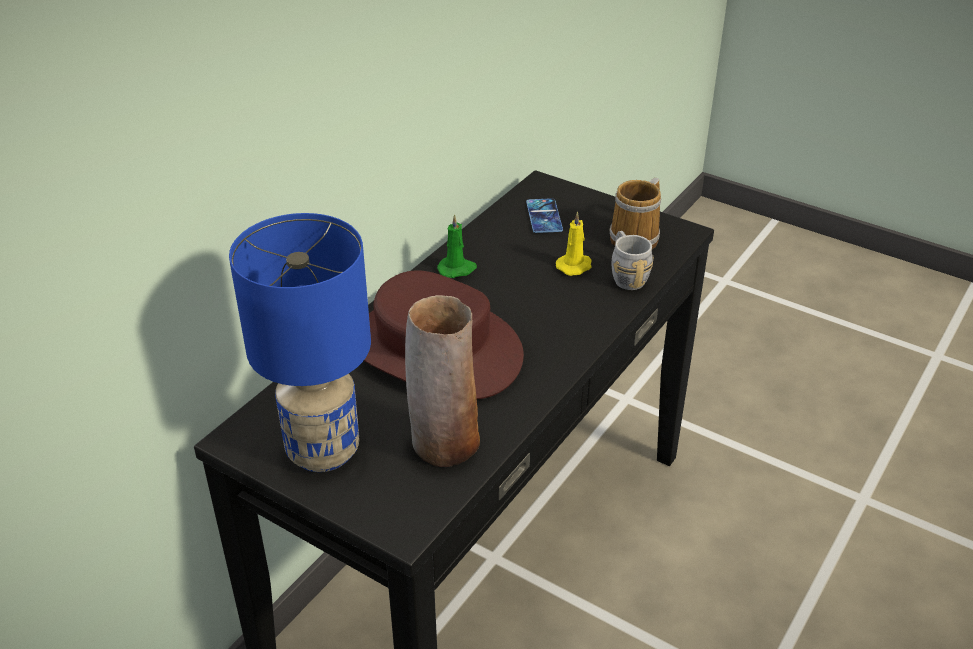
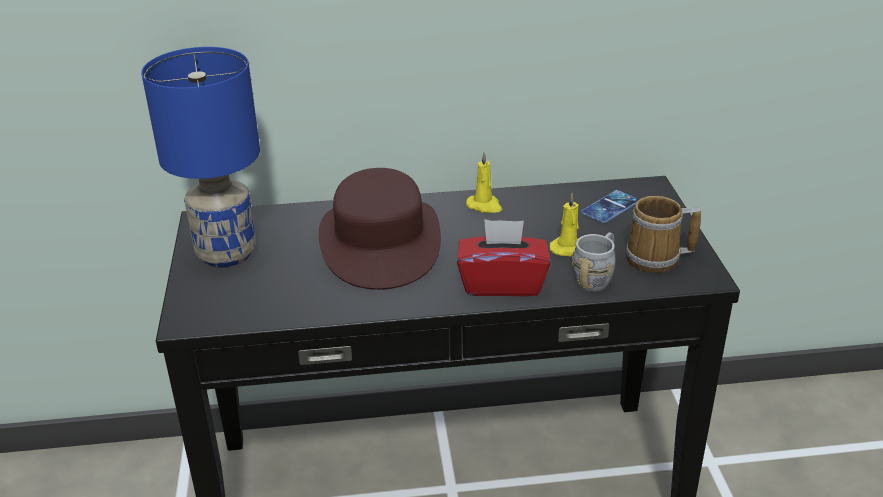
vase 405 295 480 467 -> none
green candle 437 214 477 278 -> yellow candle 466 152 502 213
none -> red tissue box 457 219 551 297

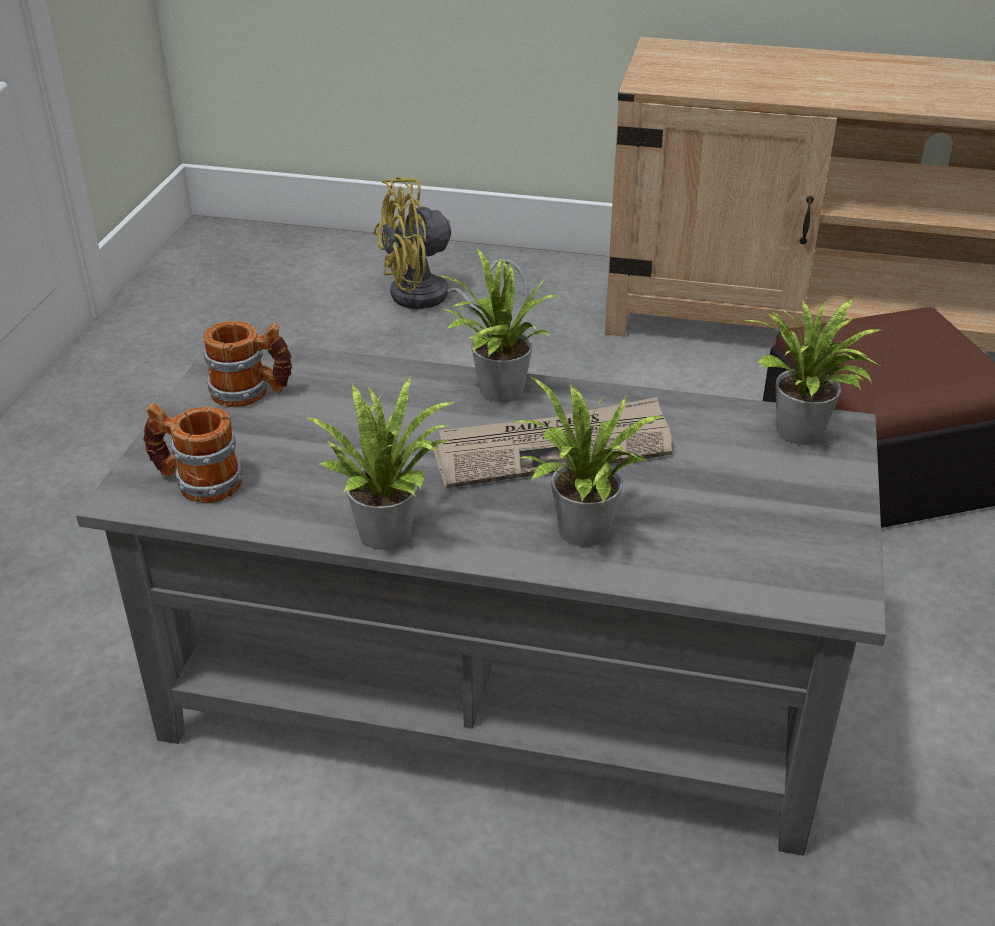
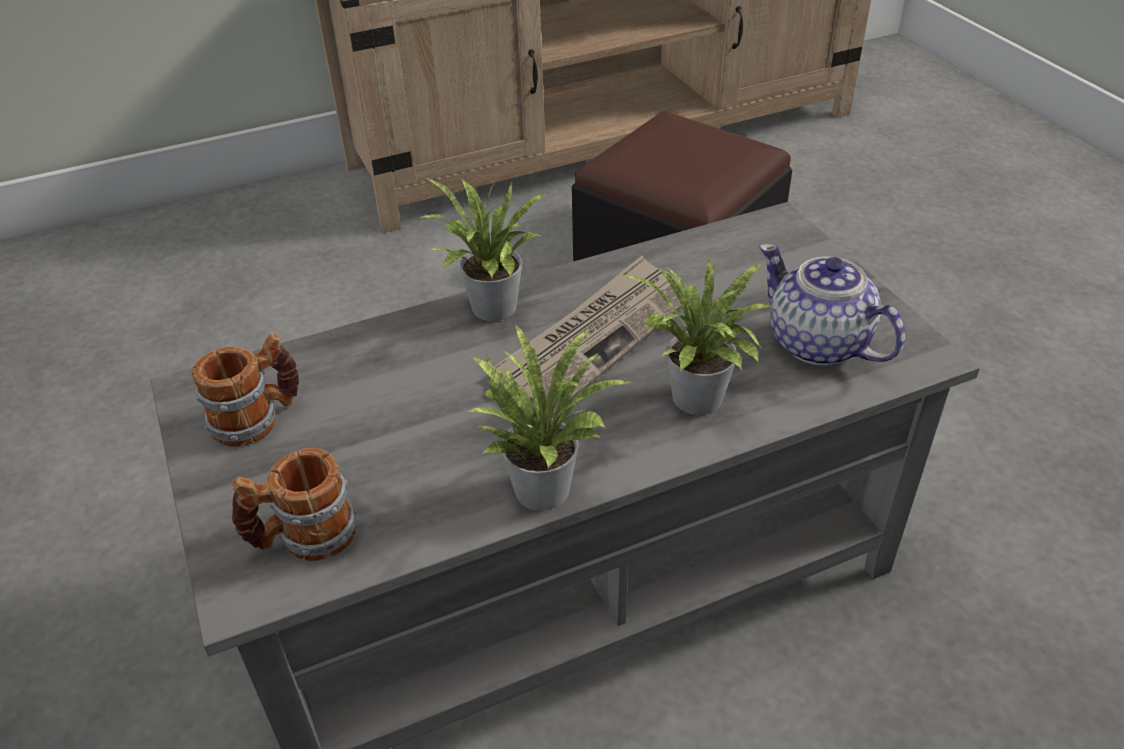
yellow fan 373 177 528 316 -> none
potted plant 743 298 884 445 -> none
none -> teapot 759 244 905 365

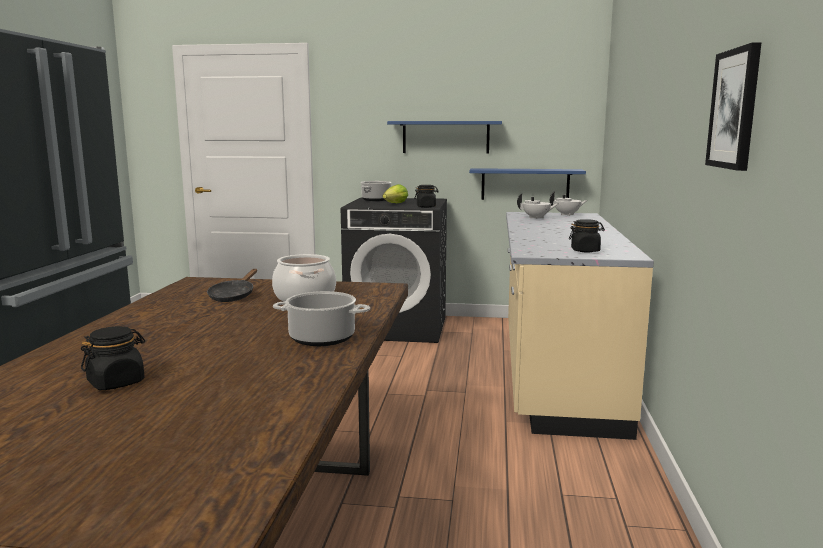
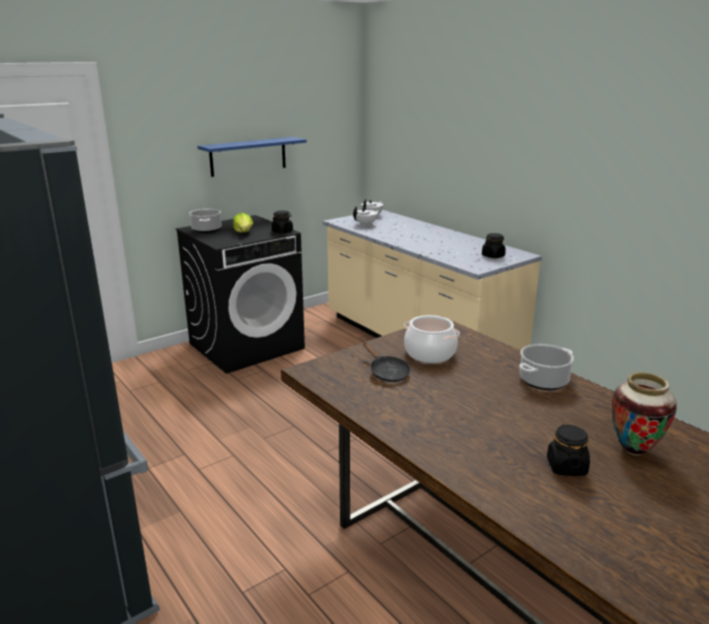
blue shelf 469 168 586 200 -> none
picture 705 42 762 171 -> none
none -> vase 612 372 677 456

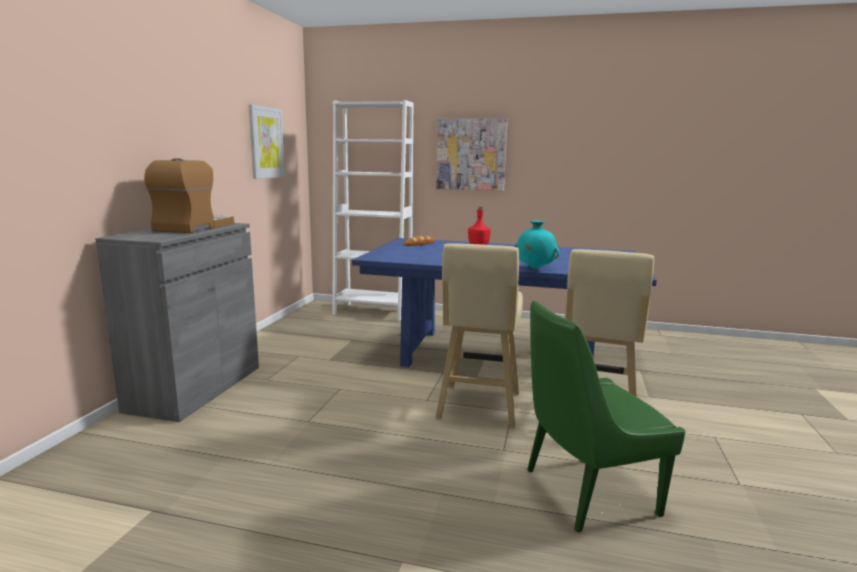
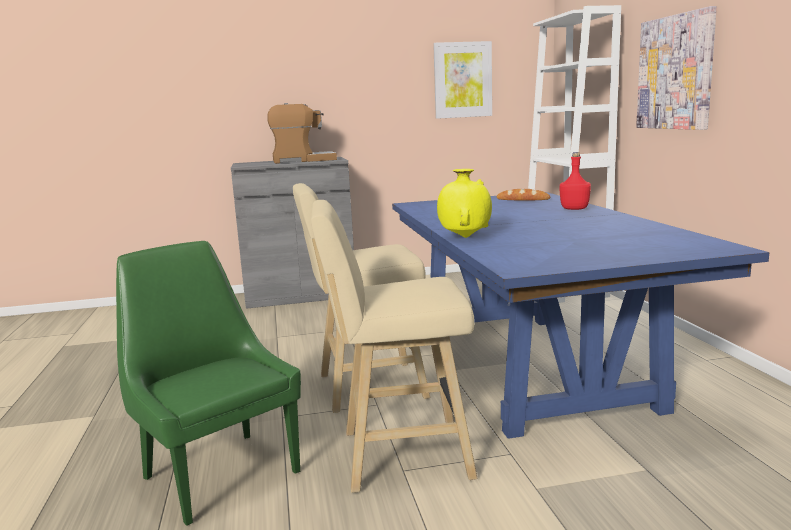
turquoise vase 514 221 560 269 -> yellow vase 437 169 492 238

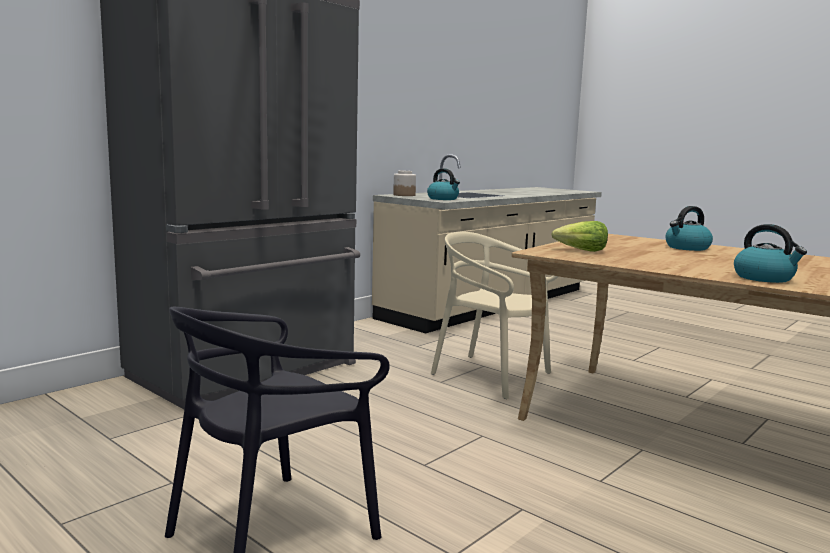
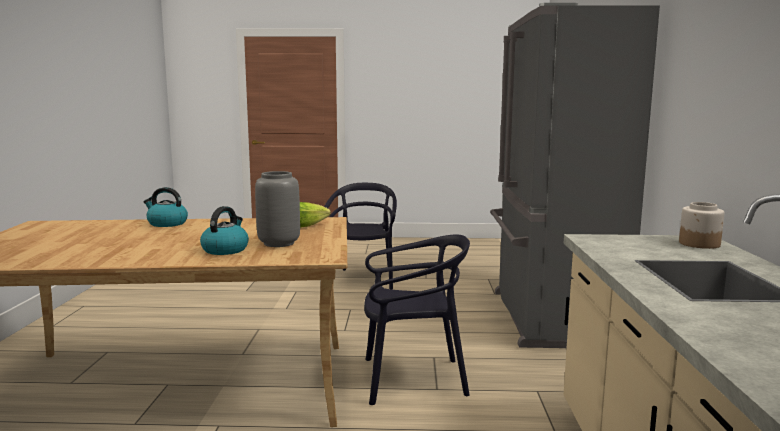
kettle 427 168 460 200 -> none
beige chair 431 232 558 399 -> black chair 364 234 470 405
none -> grey vase 255 171 300 247

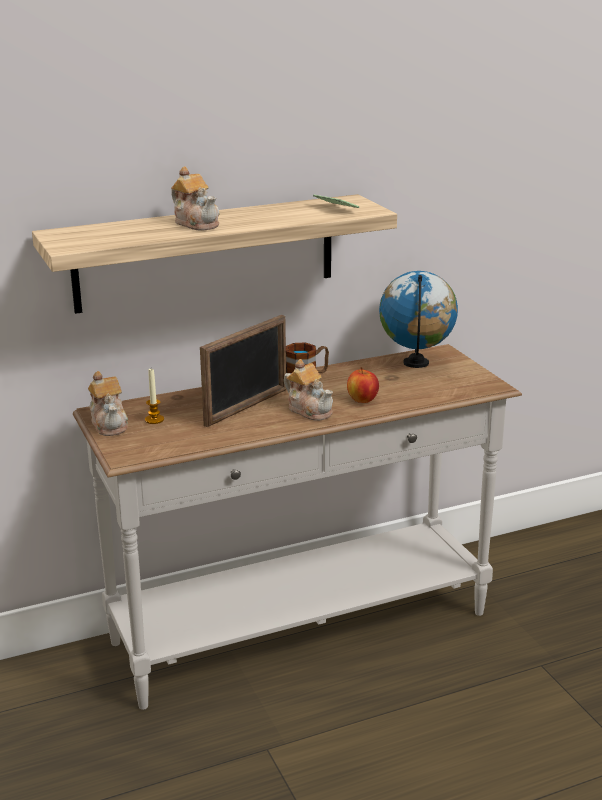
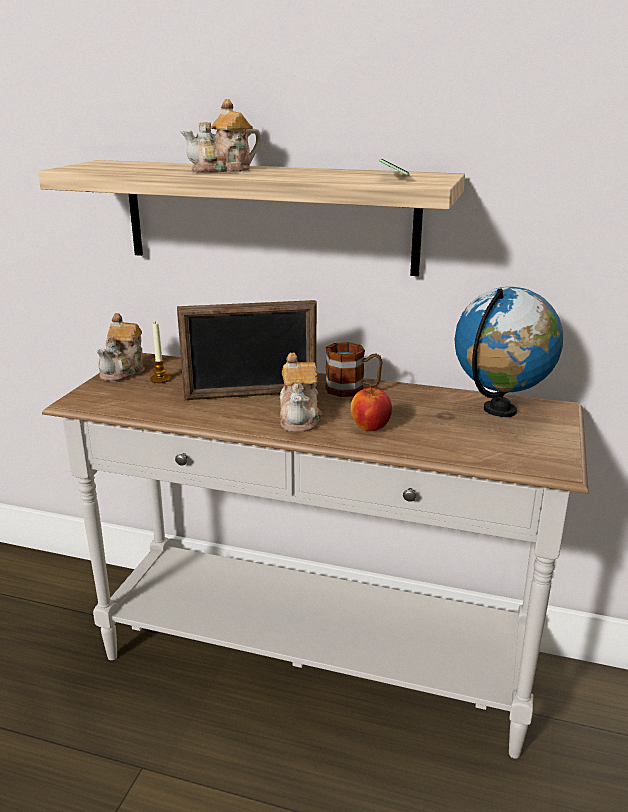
teapot 171 166 219 231 -> teapot 180 99 262 173, 60 degrees clockwise

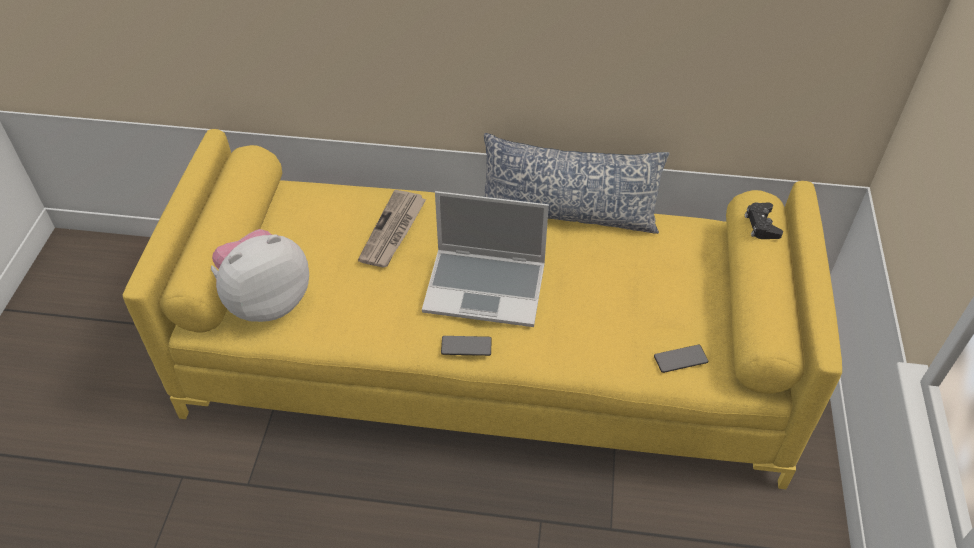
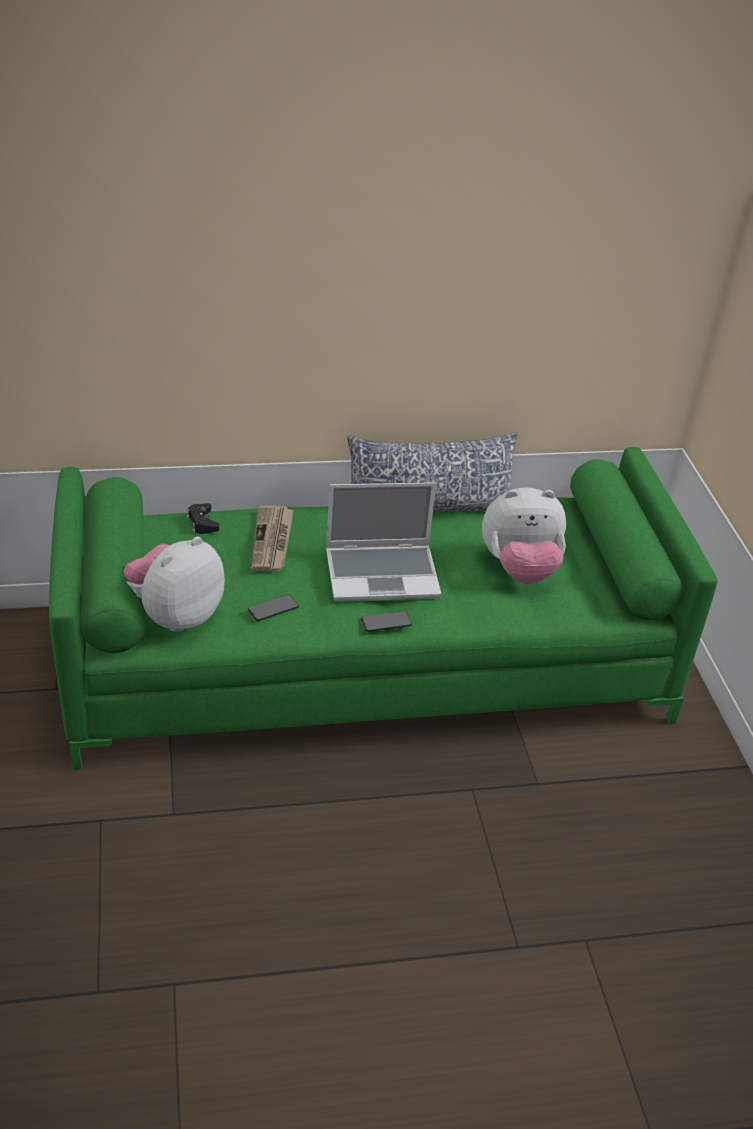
yellow sofa 123 129 842 489 -> green sofa 49 447 718 770
phone 654 345 708 373 -> phone 248 594 299 621, relocated
black game controller 745 202 783 239 -> black game controller 187 503 220 534, relocated
none -> plush toy 482 488 566 584

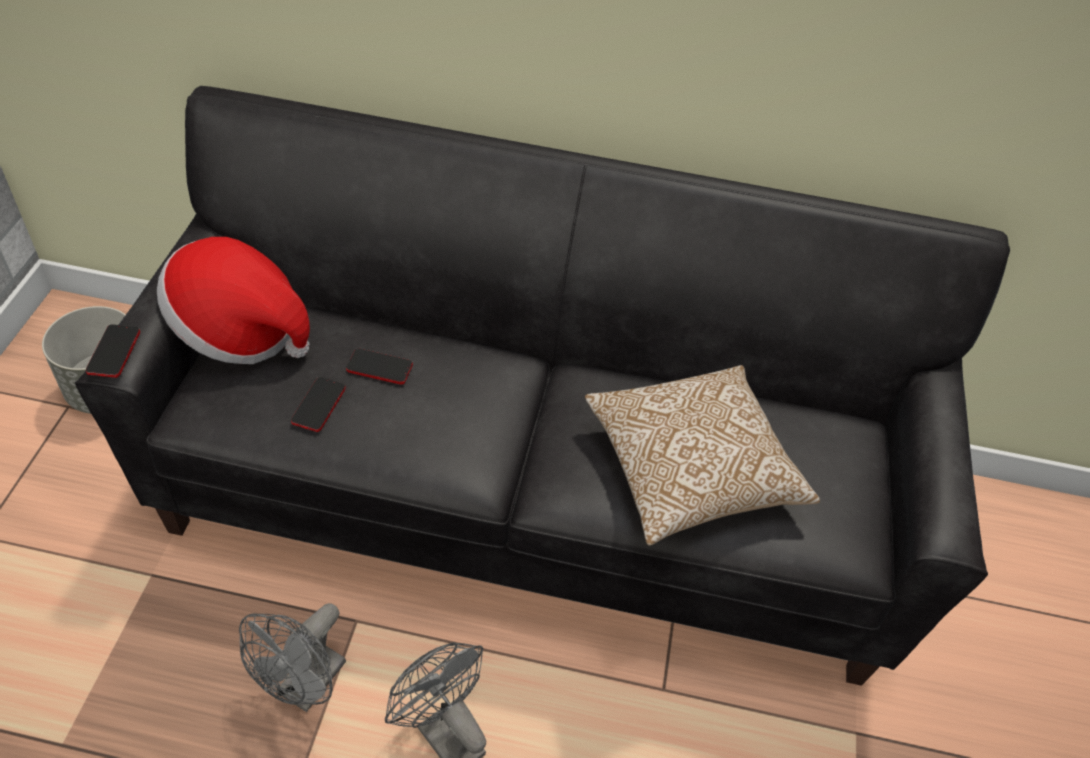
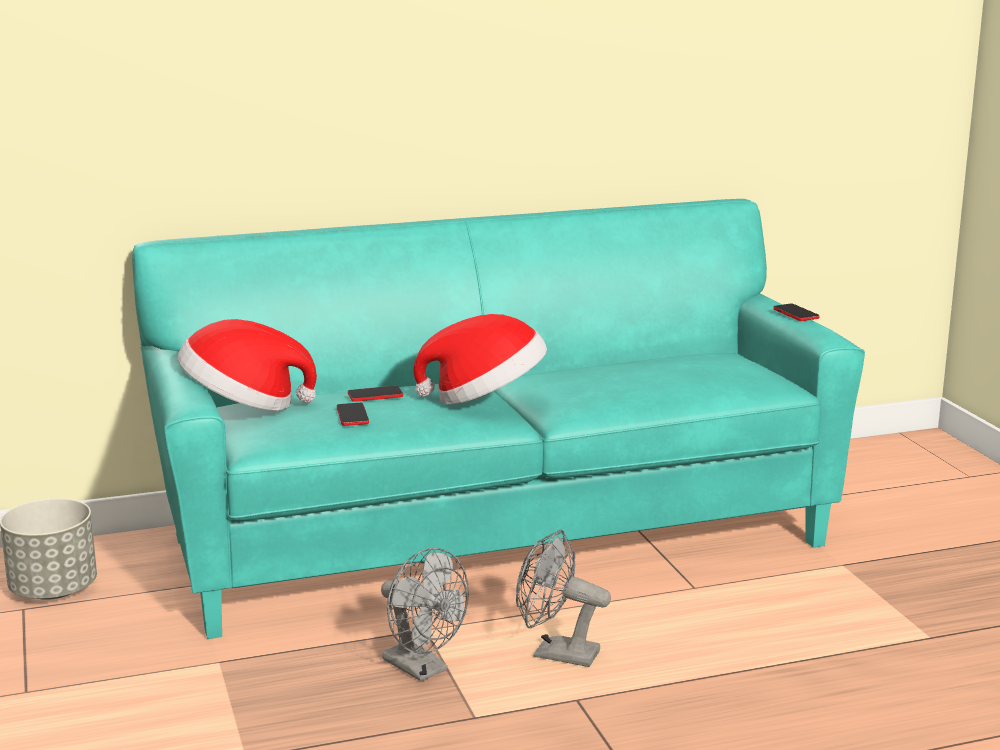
black sofa 75 86 1010 686 -> turquoise sofa 132 199 865 639
phone 86 324 140 378 -> phone 773 304 819 321, relocated
grey fan 239 603 346 712 -> grey fan 381 548 469 682, 45 degrees counterclockwise
pillow 585 365 820 546 -> none
none -> hat 413 314 547 405

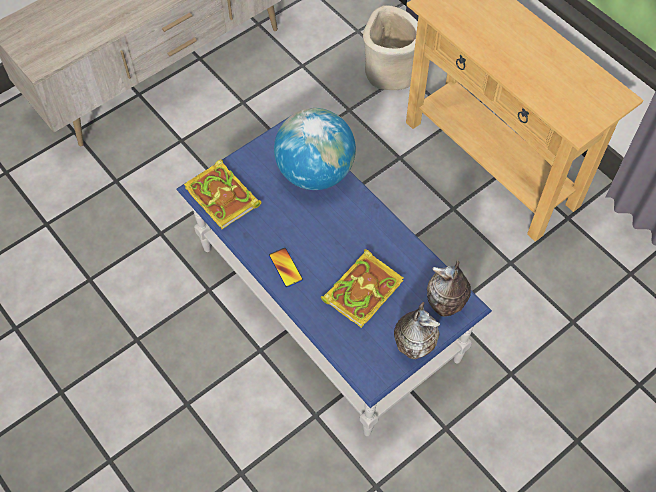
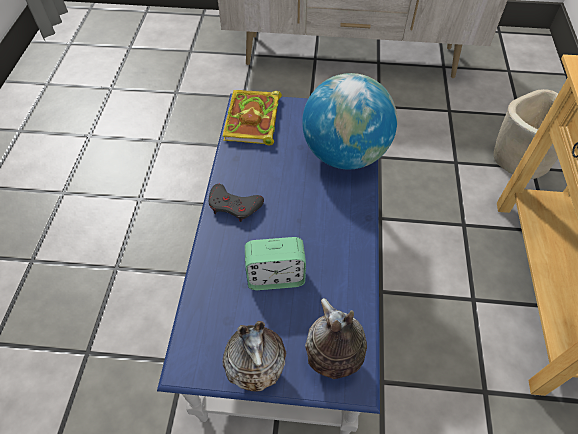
phone 269 248 303 287 -> grey game controller 209 184 264 222
book 321 249 404 328 -> alarm clock 245 237 306 290

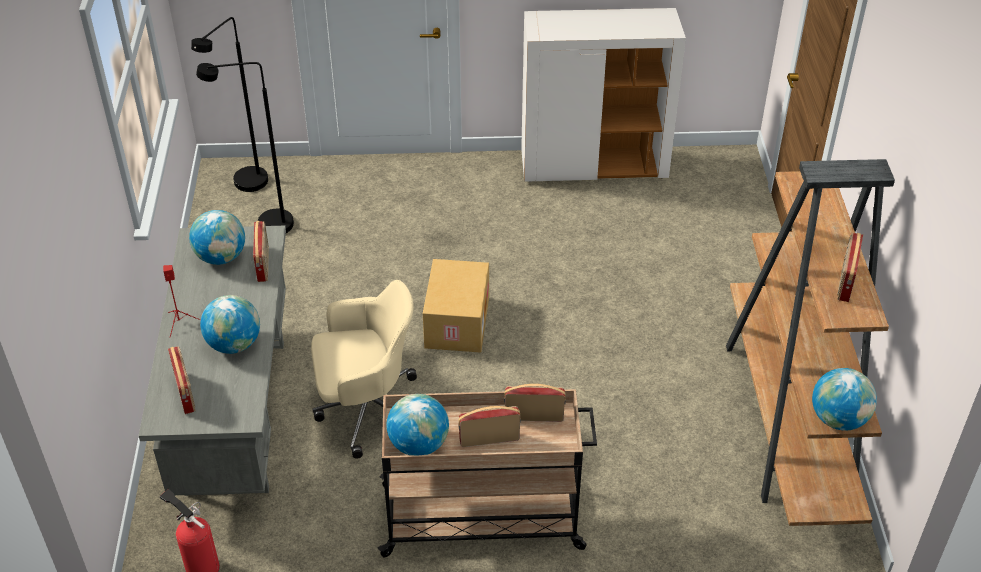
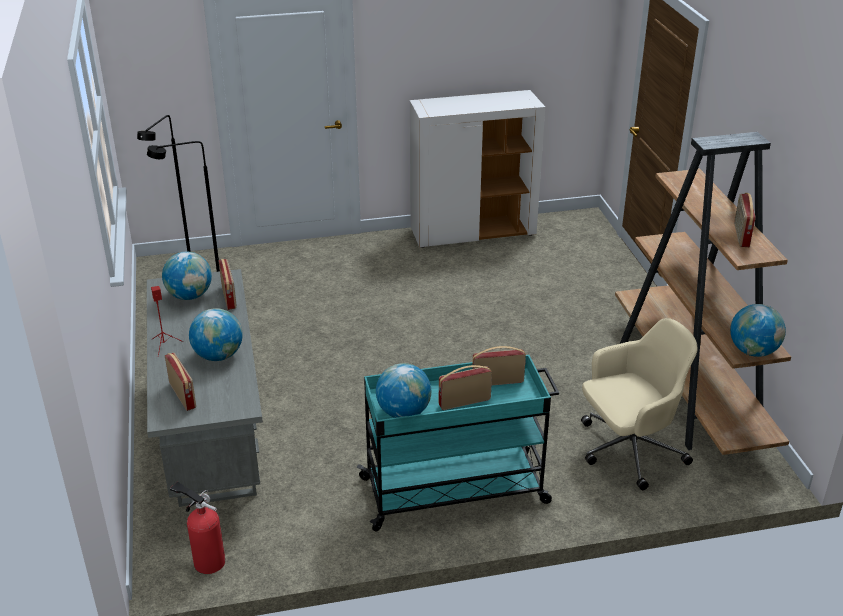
beige office chair 311 280 417 459 -> beige office chair 581 318 697 490, relocated
beige cart 378 389 597 558 -> turquoise cart 357 355 559 532
cardboard box 423 259 489 353 -> none

